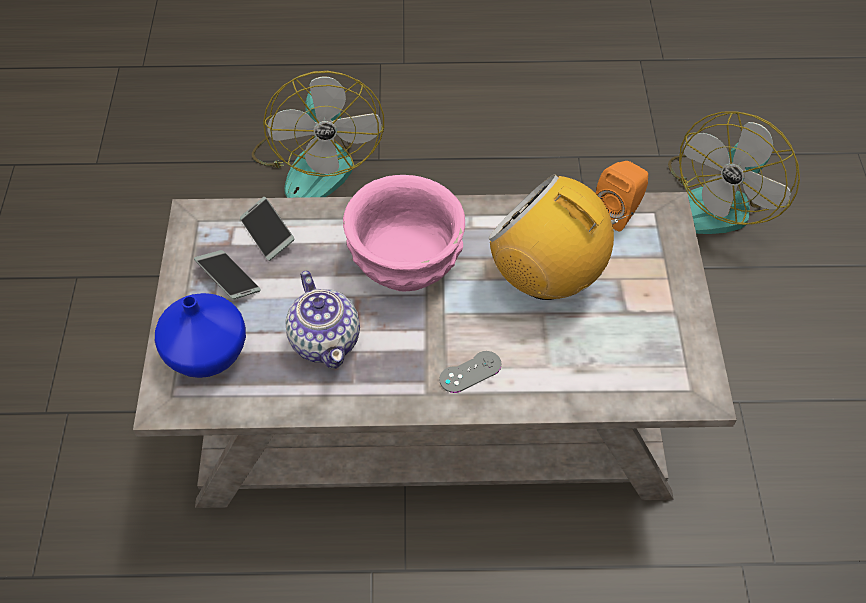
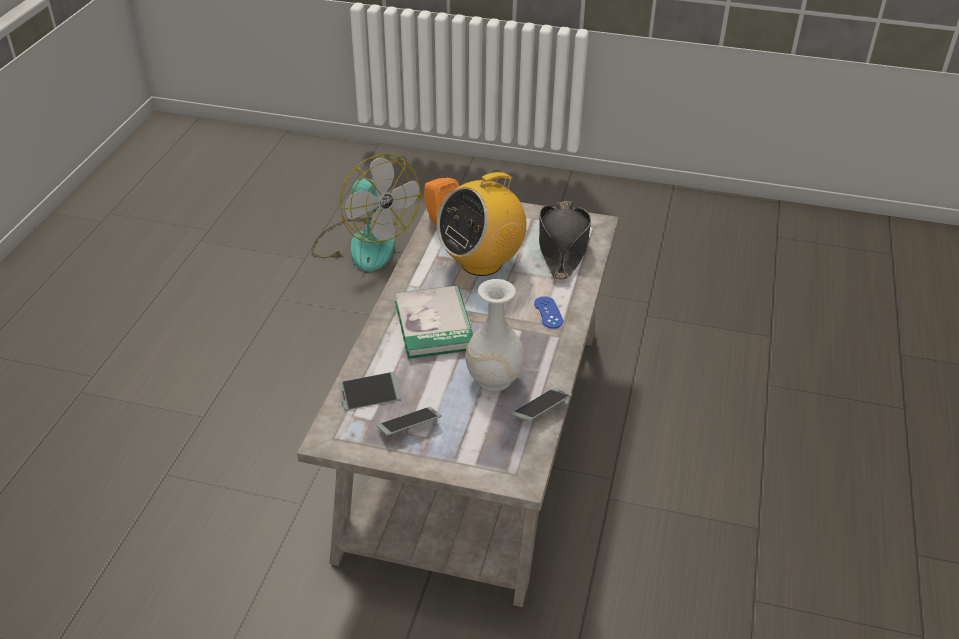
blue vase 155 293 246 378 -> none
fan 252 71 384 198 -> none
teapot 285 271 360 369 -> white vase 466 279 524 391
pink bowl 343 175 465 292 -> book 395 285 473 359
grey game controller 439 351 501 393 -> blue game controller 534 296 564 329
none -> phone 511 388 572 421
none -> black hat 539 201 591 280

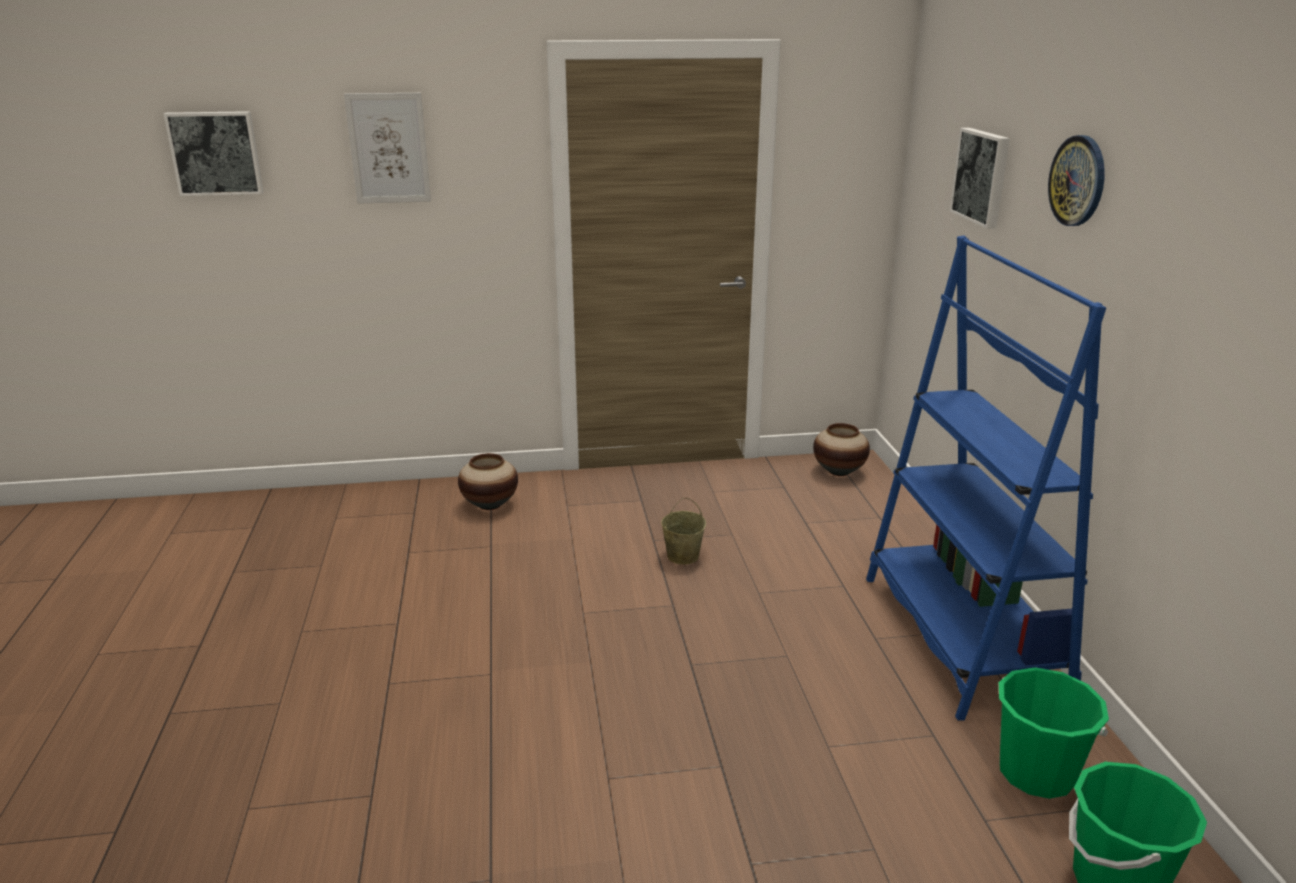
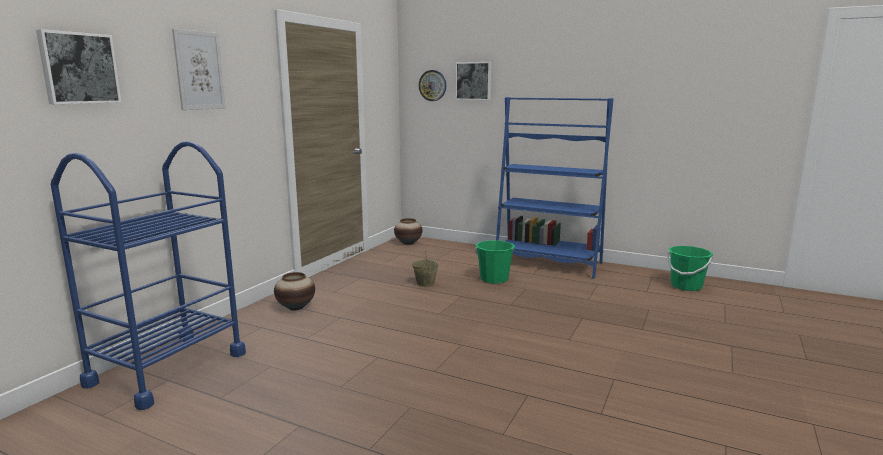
green bucket 999 667 1109 799 -> green bucket 475 240 515 284, relocated
wall clock 1048 135 1105 226 -> wall clock 419 70 446 101, relocated
none -> blue cart 51 141 246 410

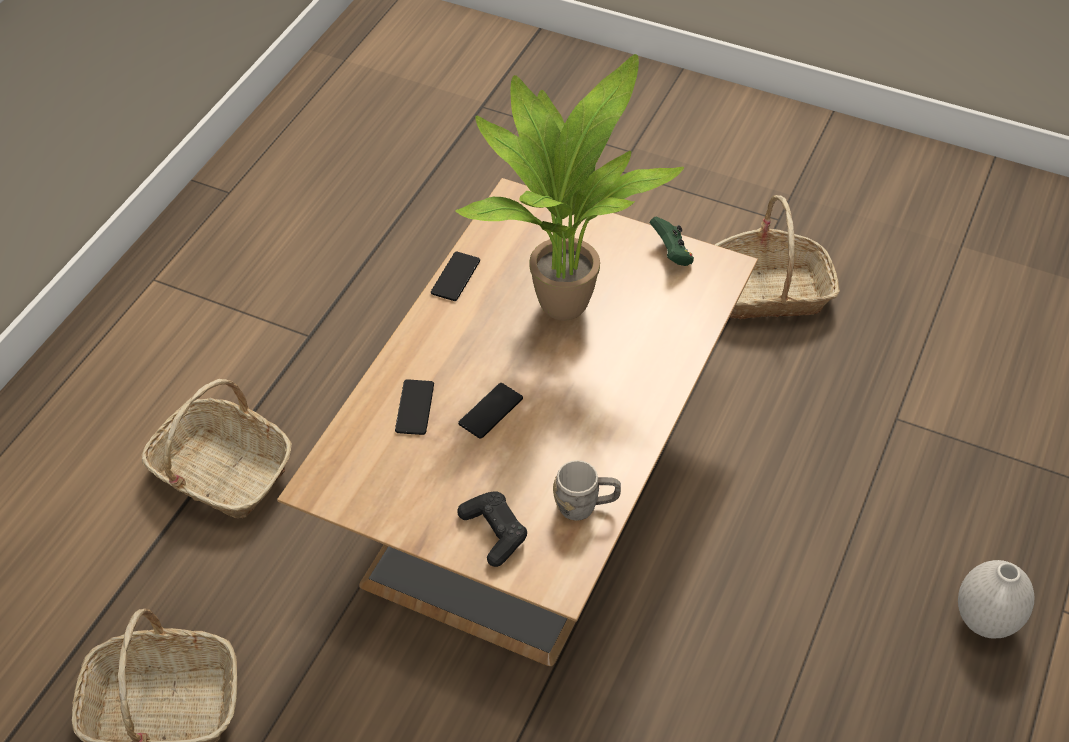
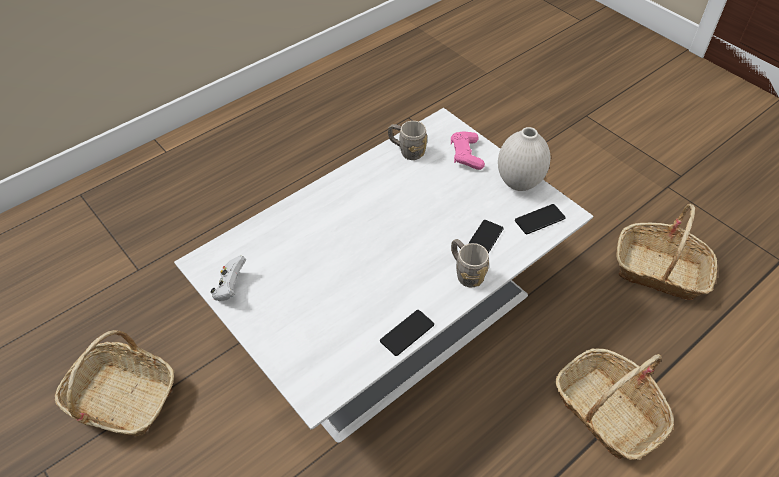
brown coffee table 277 178 758 666 -> white coffee table 174 108 593 443
potted plant 455 54 684 321 -> none
black game controller 457 491 527 567 -> pink game controller 451 131 485 170
phone 458 383 523 439 -> phone 515 204 566 234, relocated
green game controller 650 217 694 266 -> white game controller 210 255 246 301
white vase 958 560 1034 638 -> white vase 498 127 551 191, relocated
none -> grey mug 451 239 489 288

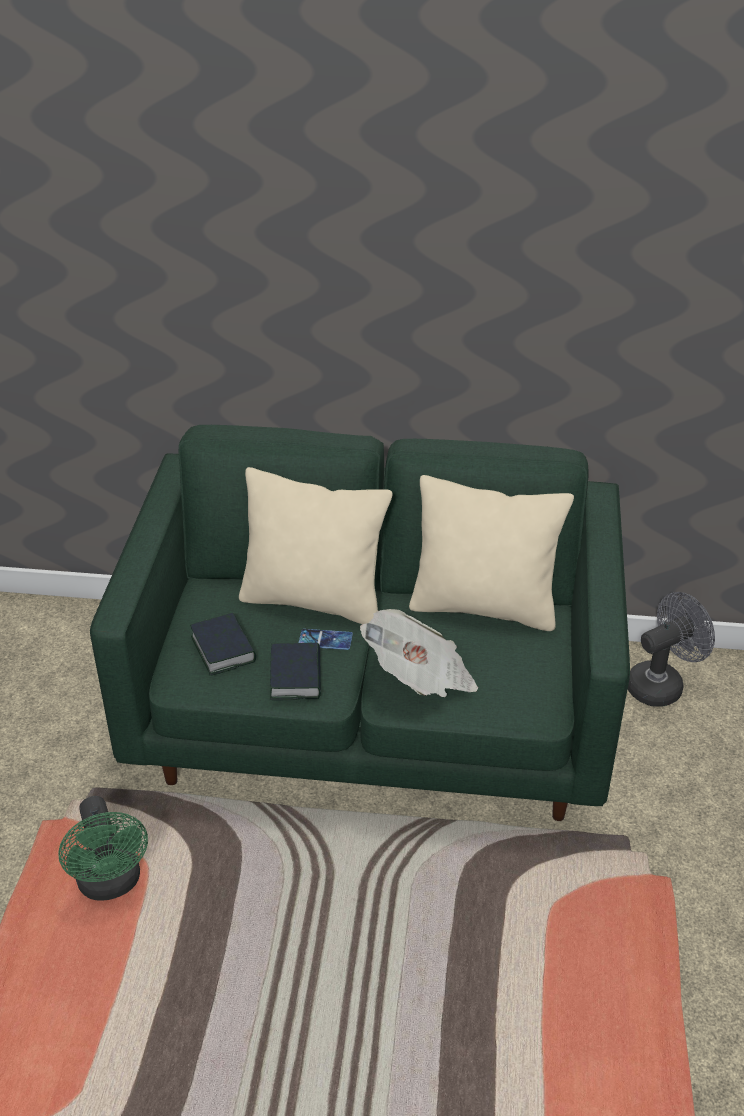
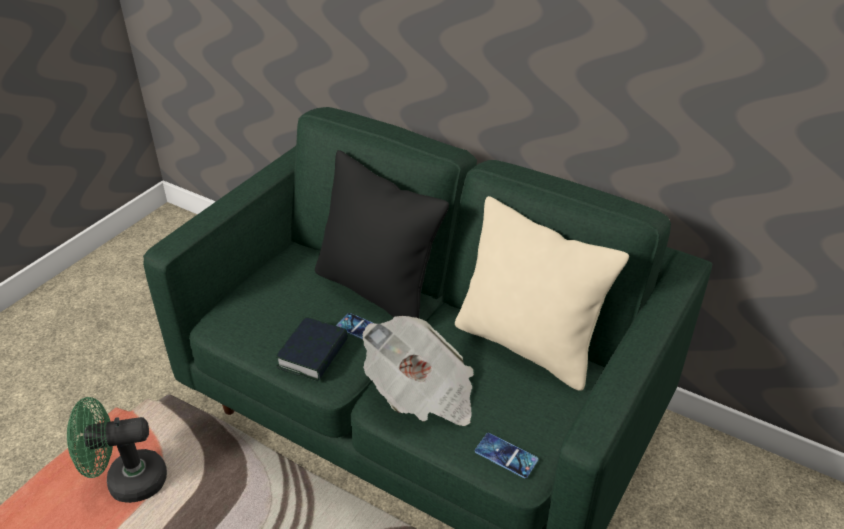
green fan 58 796 148 901 -> green fan 67 397 167 503, 75 degrees clockwise
book 190 613 256 676 -> none
beige pillow 239 467 393 624 -> black pillow 315 150 449 318
grey fan 628 592 715 707 -> none
none -> phone 475 433 538 478

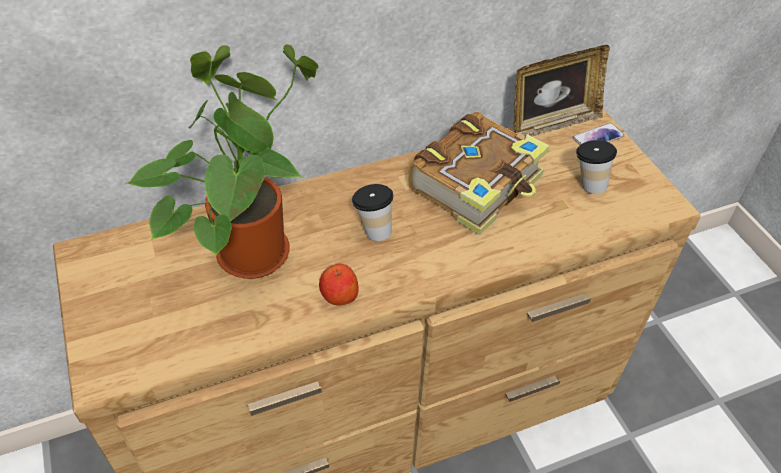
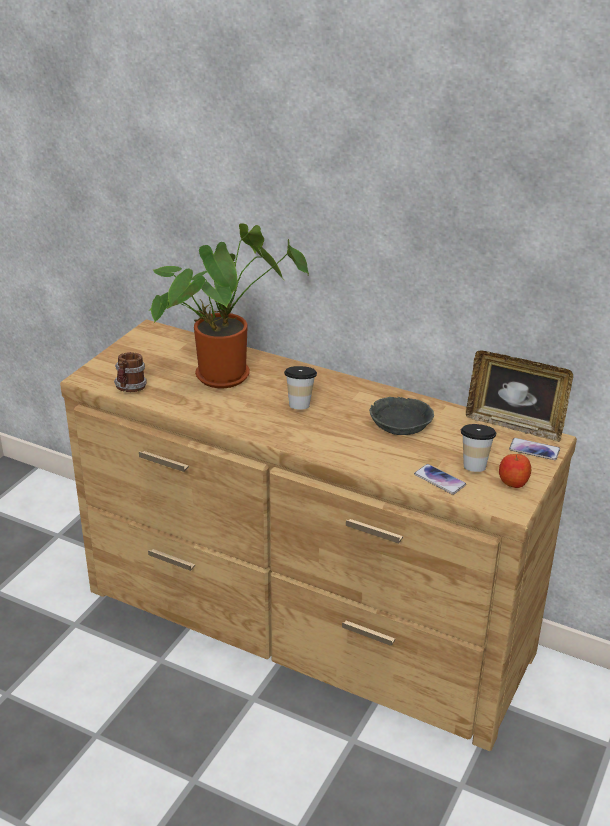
apple 319 264 359 306 -> apple 499 454 531 488, relocated
book 408 112 549 235 -> grey bowl 369 397 434 435
none -> mug 114 352 147 392
none -> phone 414 464 466 495

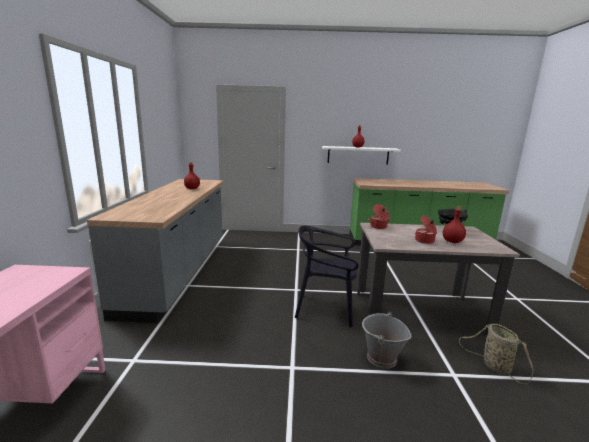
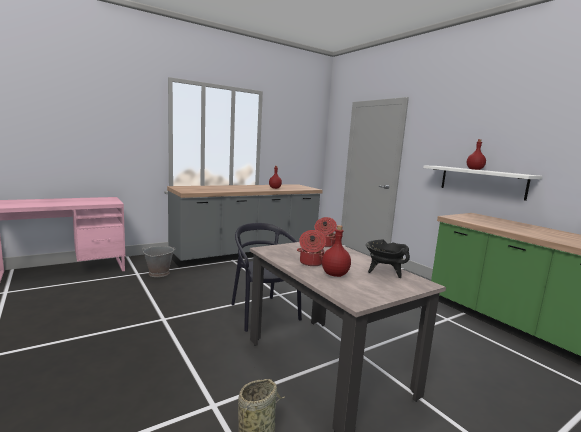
grey bucket 362 312 411 369 -> grey bucket 143 246 176 277, relocated

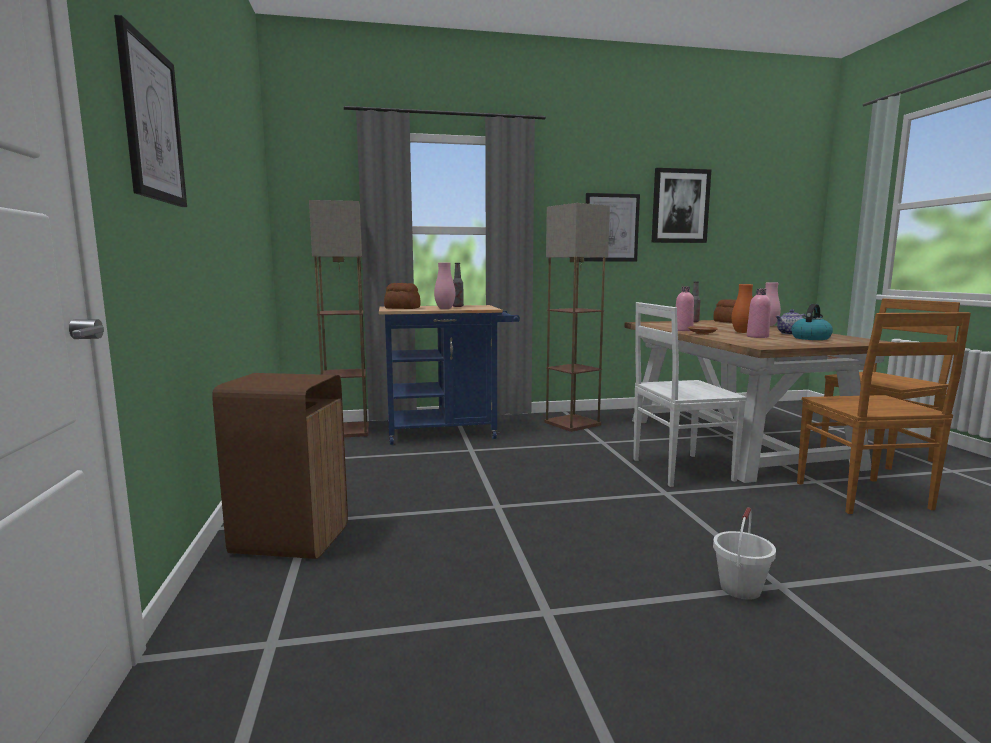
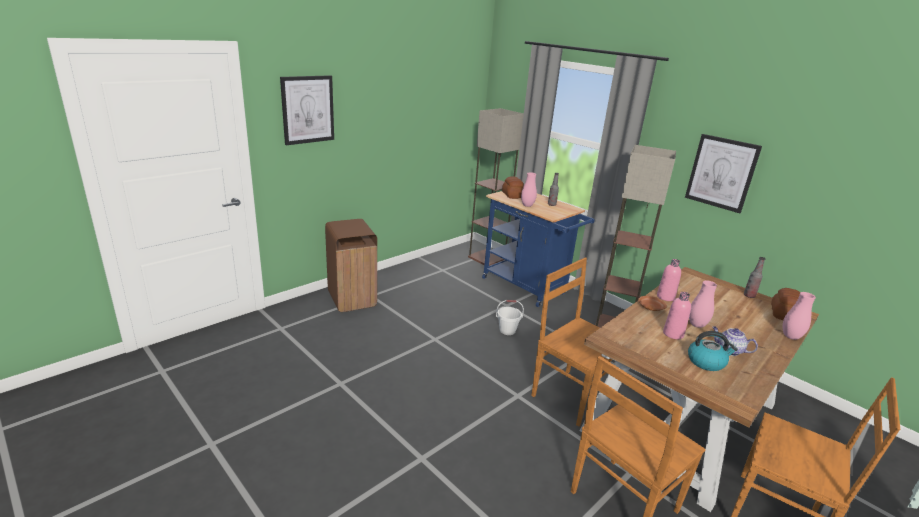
white chair 633 302 747 487 -> brown chair 531 257 612 427
picture 652 168 711 243 -> none
white bucket 713 507 776 600 -> white bucket 496 300 524 335, relocated
orange vase 732 284 753 333 -> pink vase 689 280 717 328

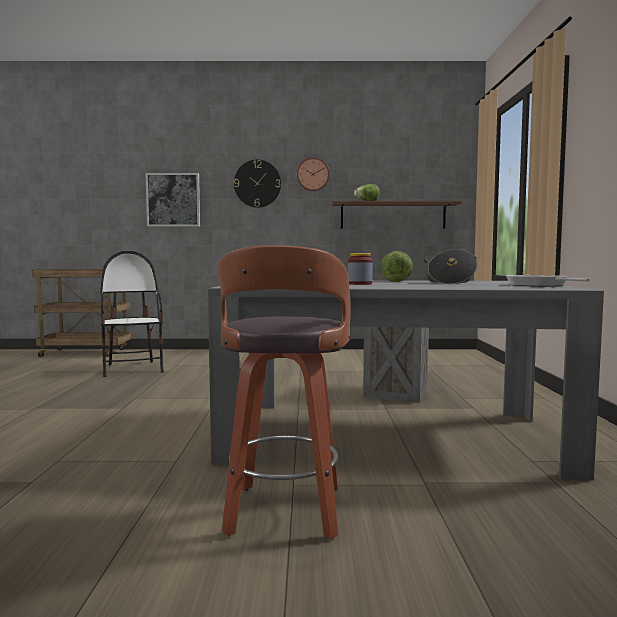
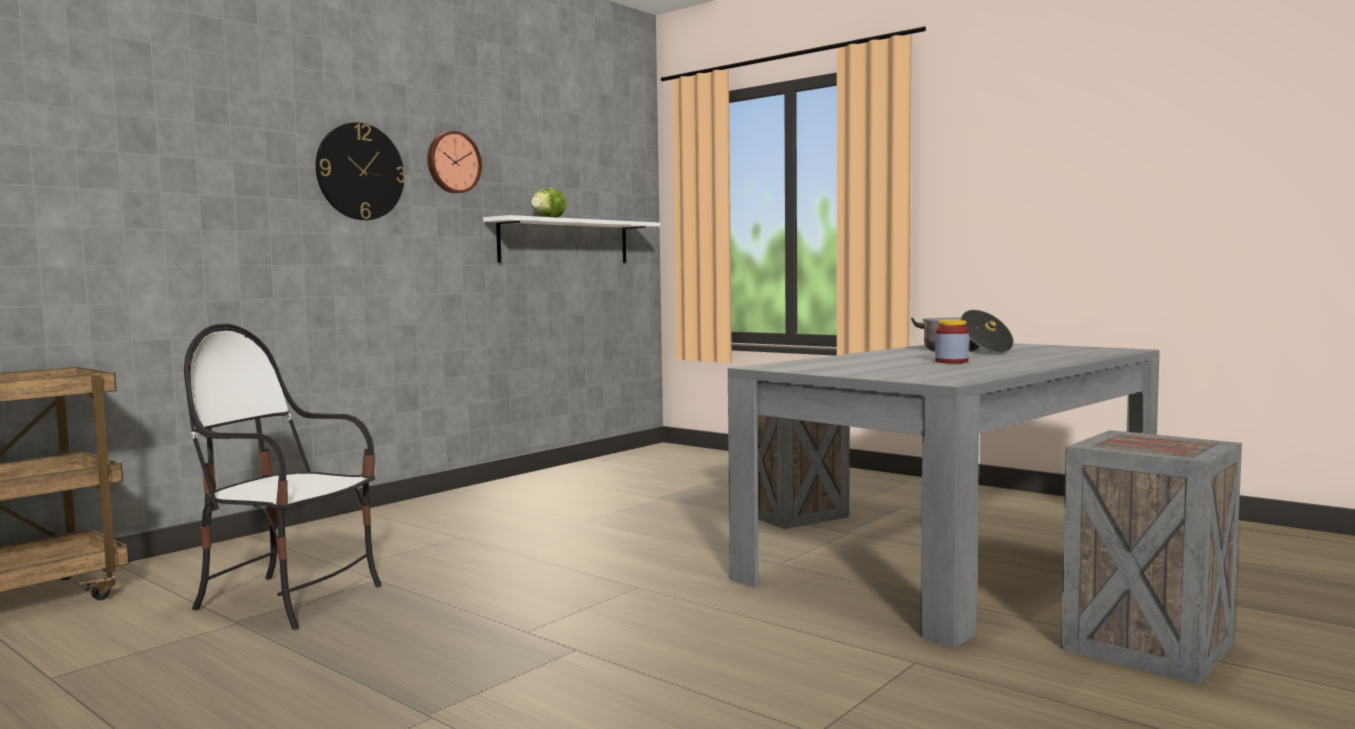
picture 145 173 200 227 -> none
stool 218 245 351 539 -> crate 1061 430 1242 685
brown shelf 332 201 461 228 -> white shelf 483 215 660 262
lettuce 381 251 413 282 -> none
frying pan 506 275 590 287 -> none

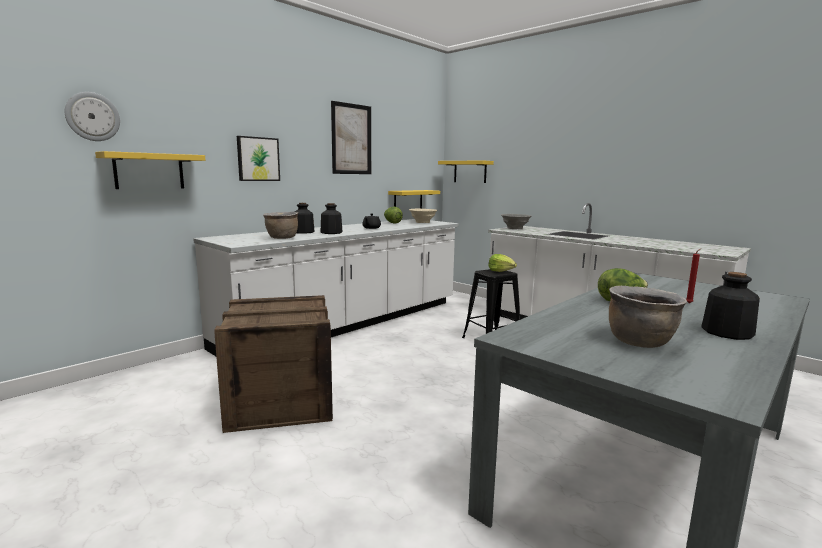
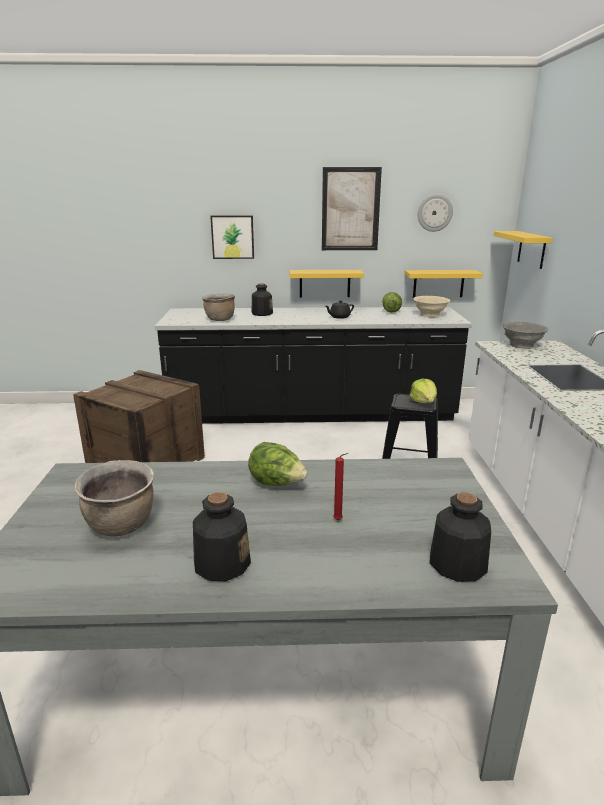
wall clock 65 92 120 141 -> wall clock 418 194 453 232, relocated
yellow shelf 95 151 206 189 -> yellow shelf 290 270 364 297, relocated
white counter 193 219 459 356 -> black counter 155 307 472 424
bottle 321 203 342 234 -> bottle 430 492 491 582, relocated

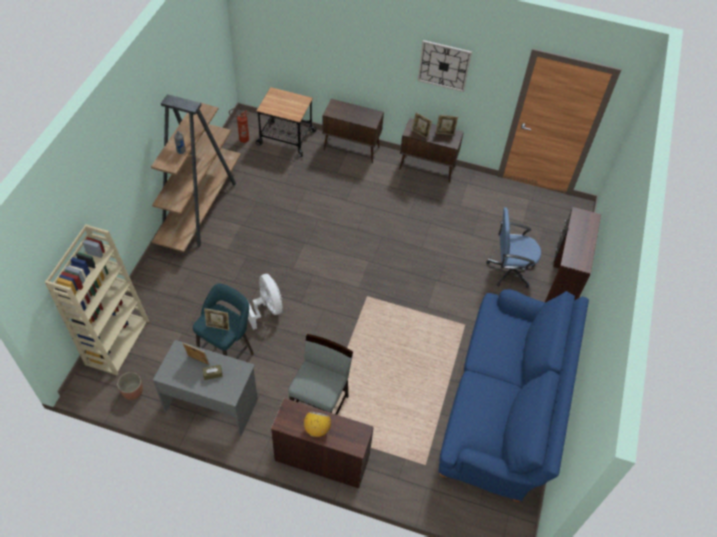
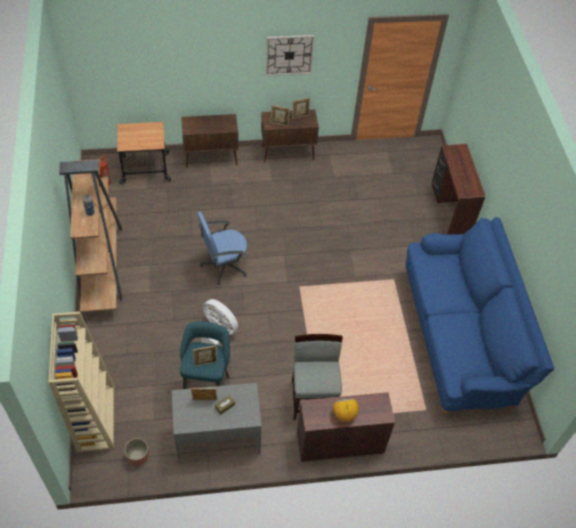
blue office chair 486 208 541 288 -> blue office chair 197 212 247 285, relocated

